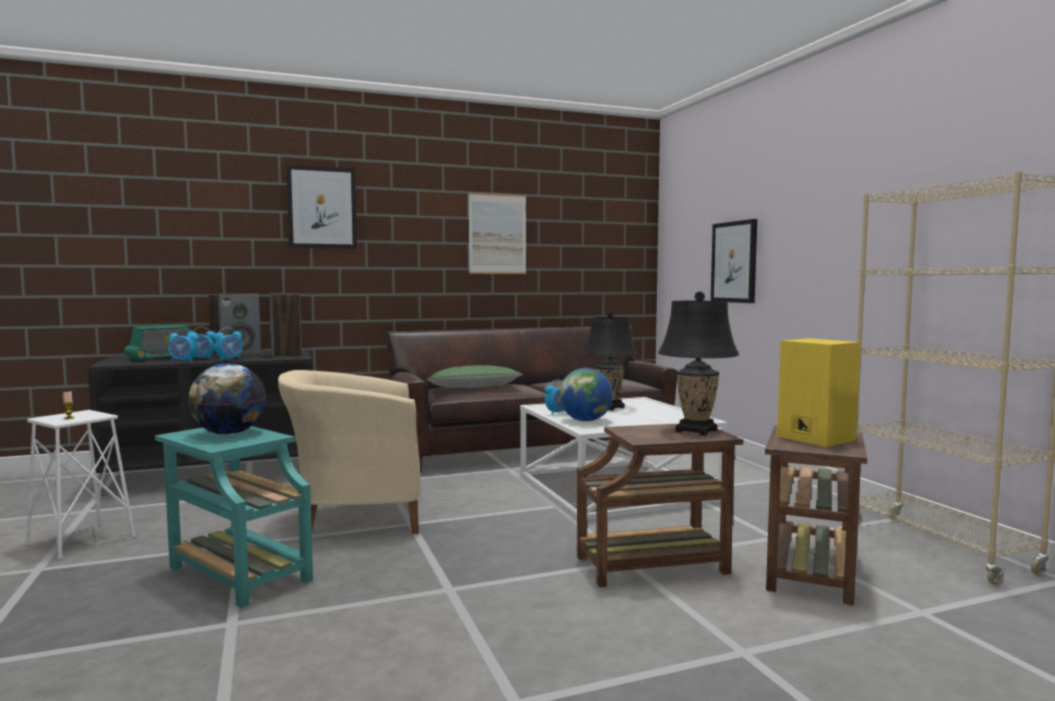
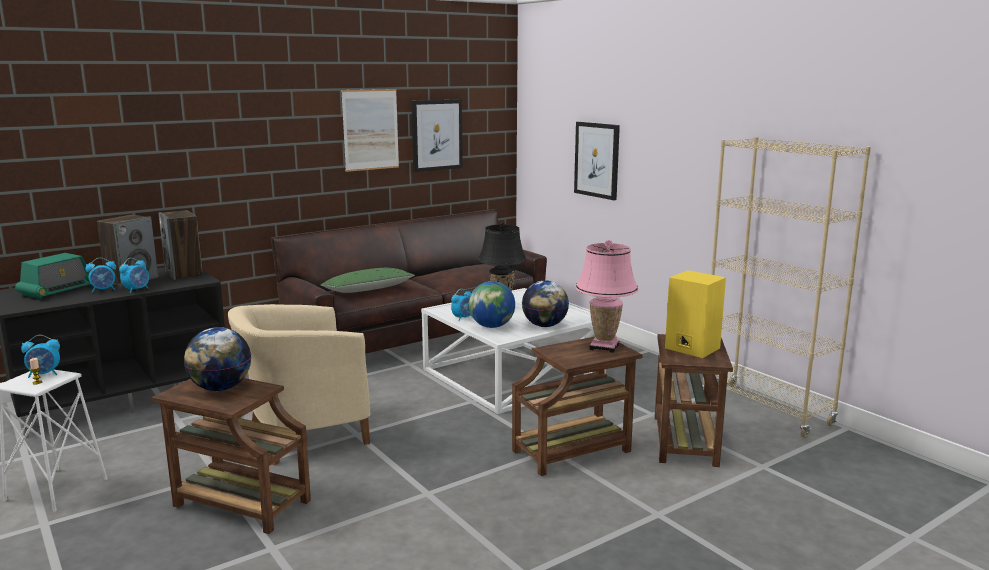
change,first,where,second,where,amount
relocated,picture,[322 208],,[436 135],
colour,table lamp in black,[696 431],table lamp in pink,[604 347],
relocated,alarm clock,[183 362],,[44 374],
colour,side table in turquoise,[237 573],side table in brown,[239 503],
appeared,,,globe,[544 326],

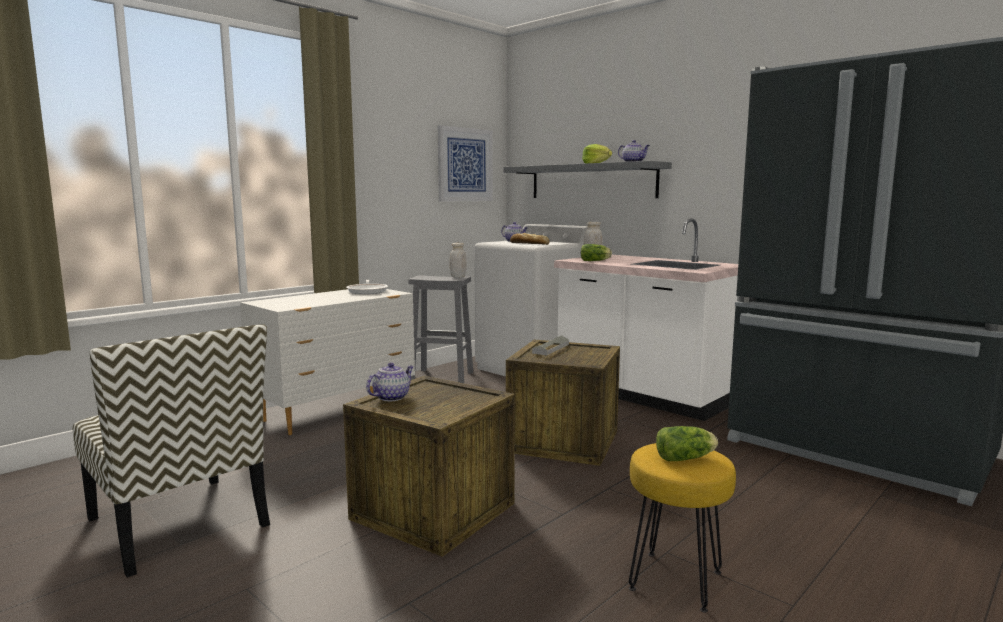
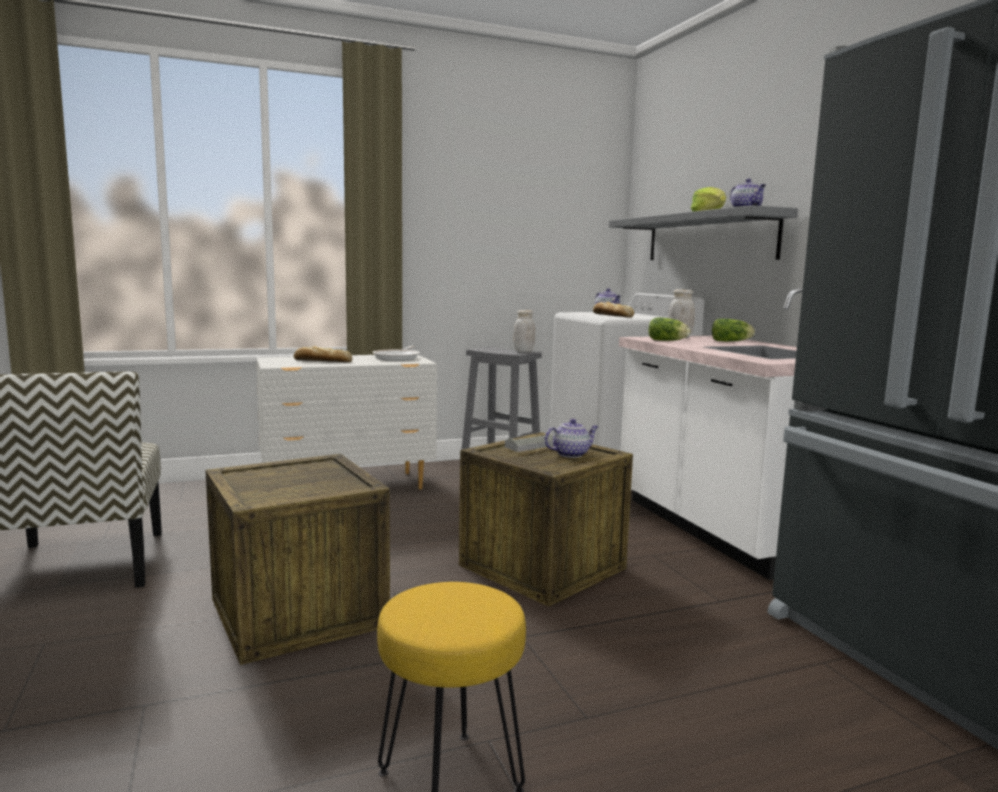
change,first,where,second,where,amount
missing,picture,[465 165],,,
relocated,teapot,[391 397],,[571 454],
relocated,lettuce,[687 458],,[732 341],
appeared,,,bread,[321 361],

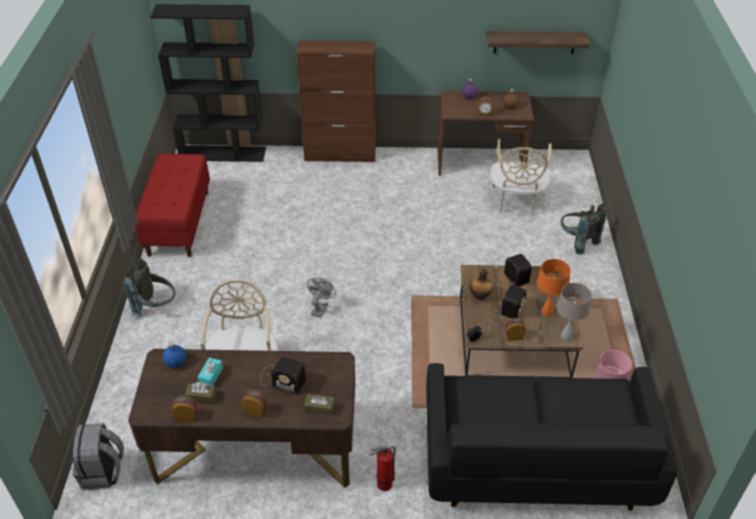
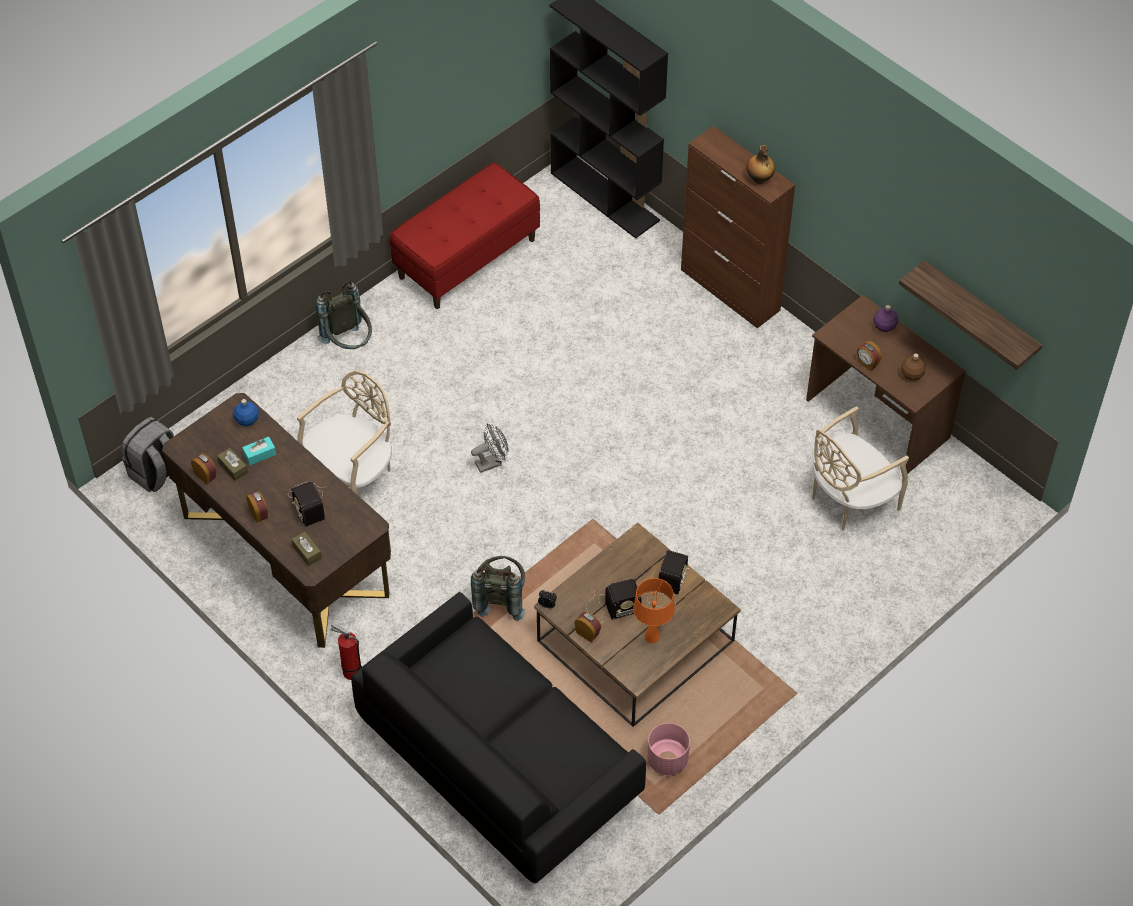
change,first,where,second,where,amount
relocated,backpack in grey,[576 241],,[500 598],
relocated,bottle,[480 296],,[759 179],
missing,table lamp in beige,[566 336],,,

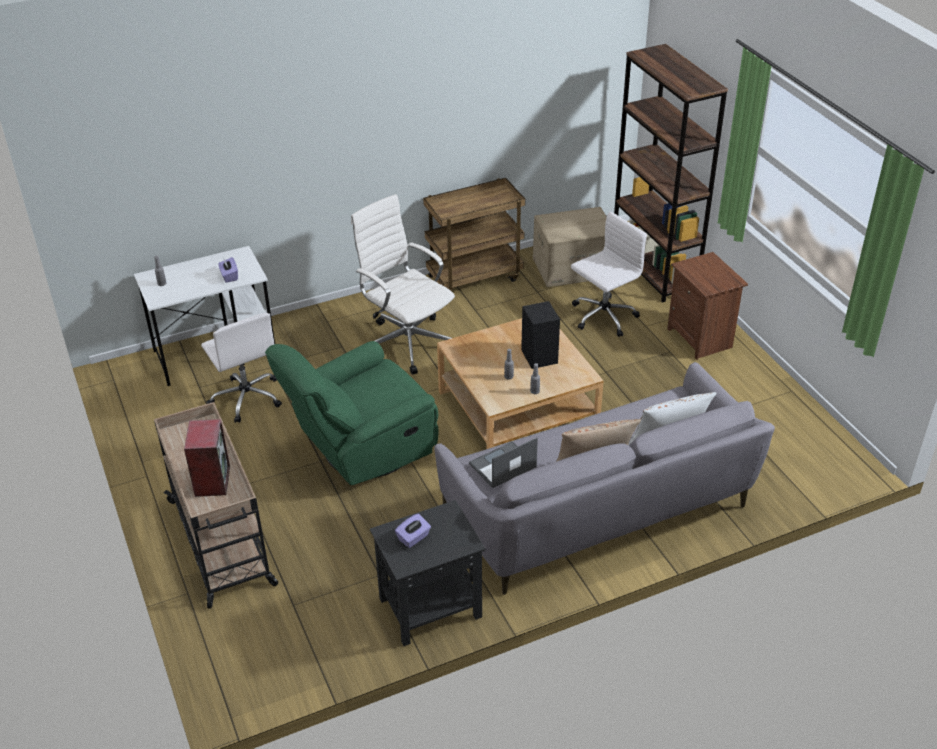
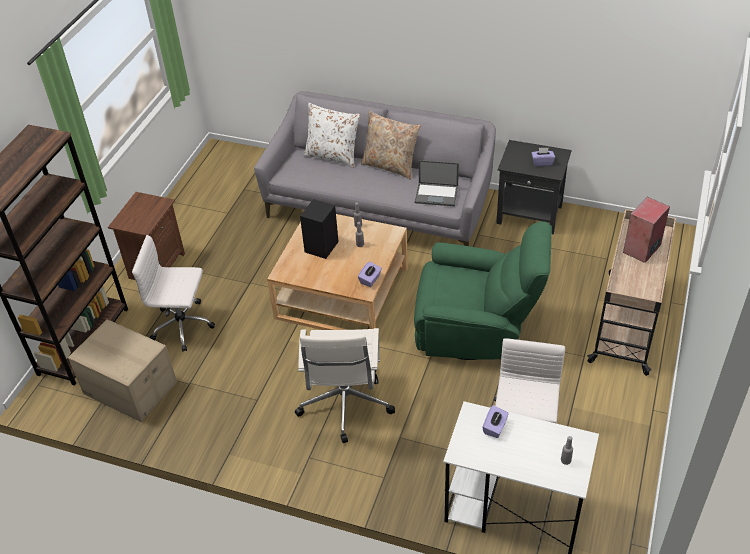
change,first,where,second,where,amount
missing,cart in brown,[475 277],,,
appeared,,,tissue box in purple,[370 279],

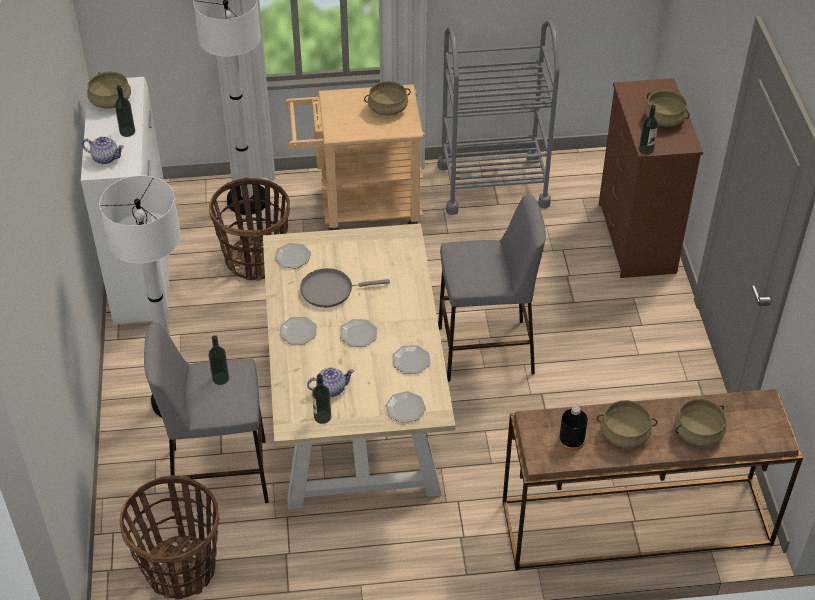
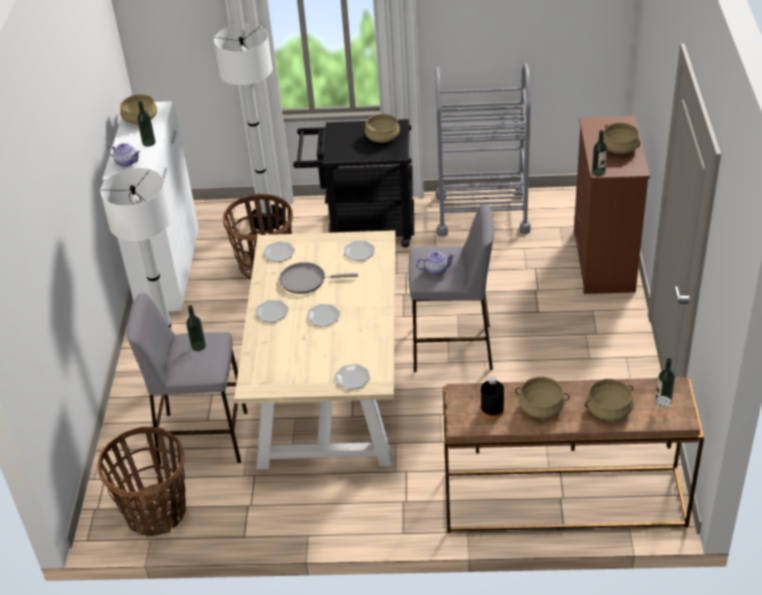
change,first,where,second,where,amount
colour,cart in beige,[359 208],cart in black,[362 228],
relocated,plate,[411 360],,[359 251],
relocated,teapot,[331 388],,[436 270],
relocated,bottle,[322 417],,[663 401],

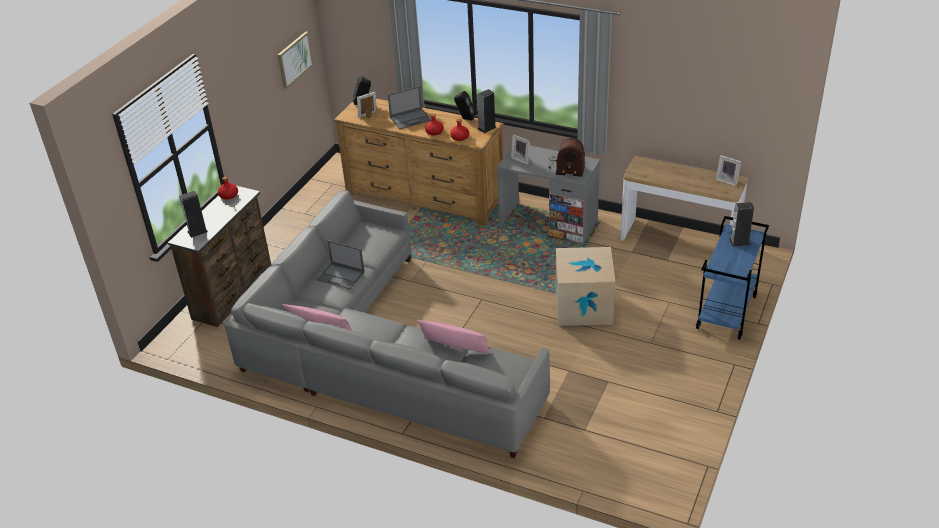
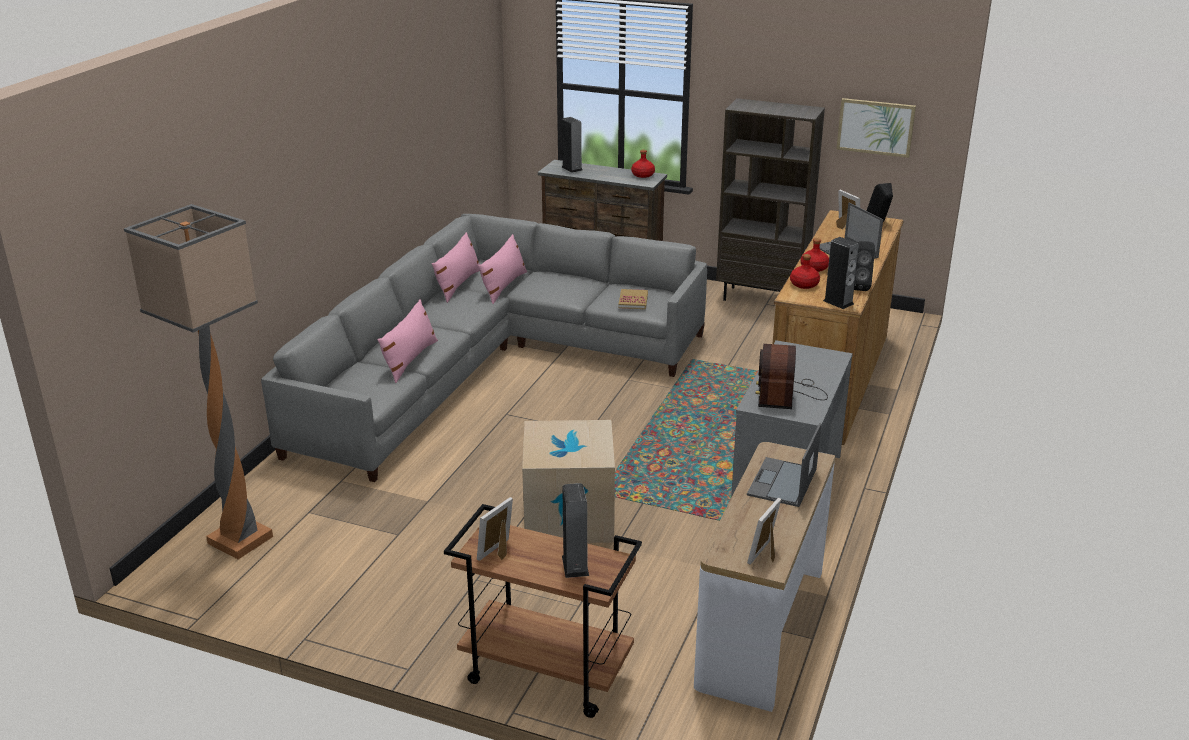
change,first,where,second,where,amount
relocated,picture frame,[521 159],,[499 552],
colour,cart in blue,[727 313],cart in brown,[544 673],
relocated,laptop,[341 276],,[782 483],
appeared,,,bookcase in brown,[761 298],
appeared,,,floor lamp,[238 540],
appeared,,,pillow in pink,[503 286],
appeared,,,book,[633 301],

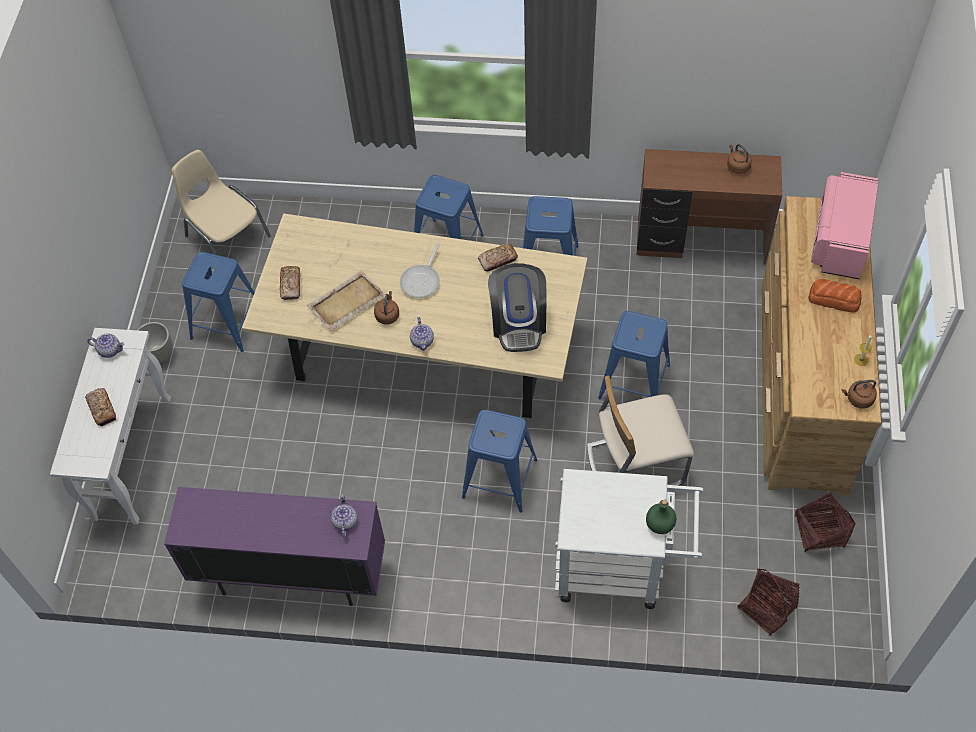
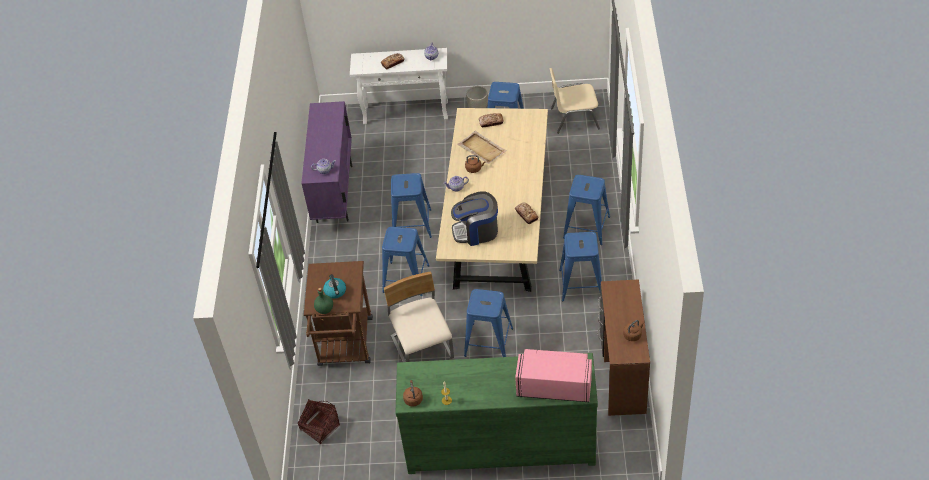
change,first,where,second,where,amount
spun,chair in beige,[226 235],,[573 118],135 degrees counterclockwise
colour,dresser in brown,[802 384],dresser in green,[500 443],
missing,frying pan,[422 280],,,
missing,bread,[834 299],,,
colour,cart in white,[620 568],cart in brown,[345 347],
missing,basket,[819 531],,,
appeared,,,stool in blue,[412 224],
appeared,,,kettle,[335 292],

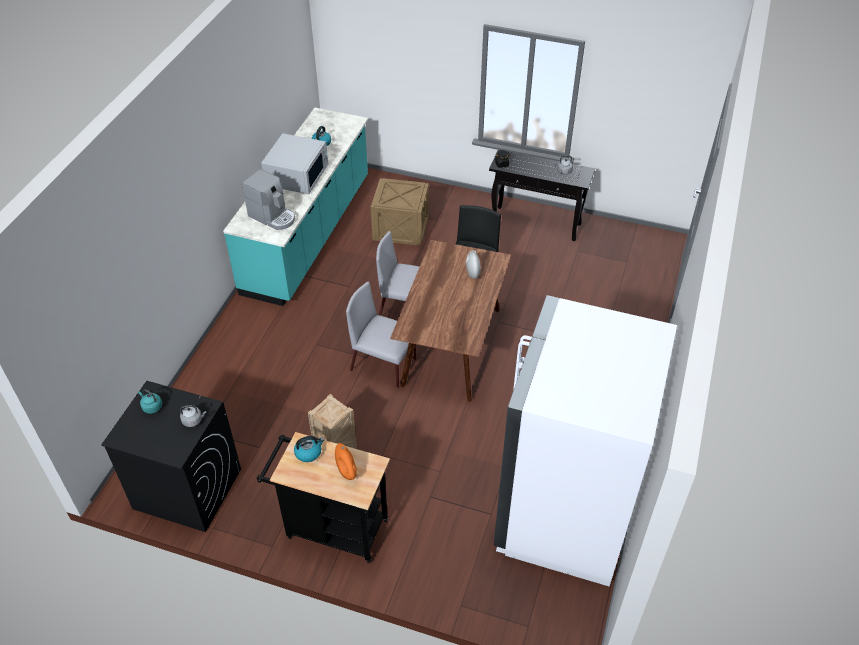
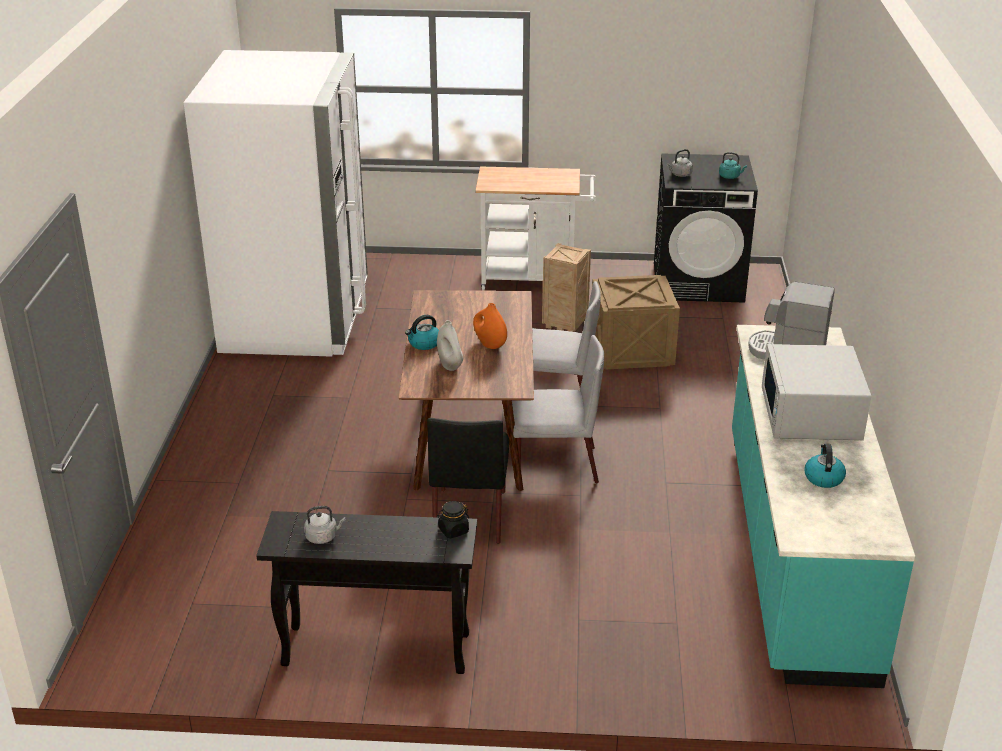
change,first,where,second,where,amount
relocated,crate,[401 229],,[630 351],
colour,cart in black,[331 527],cart in white,[534 280],
relocated,kettle,[308 452],,[424 343],
relocated,vase in orange,[346 471],,[490 344],

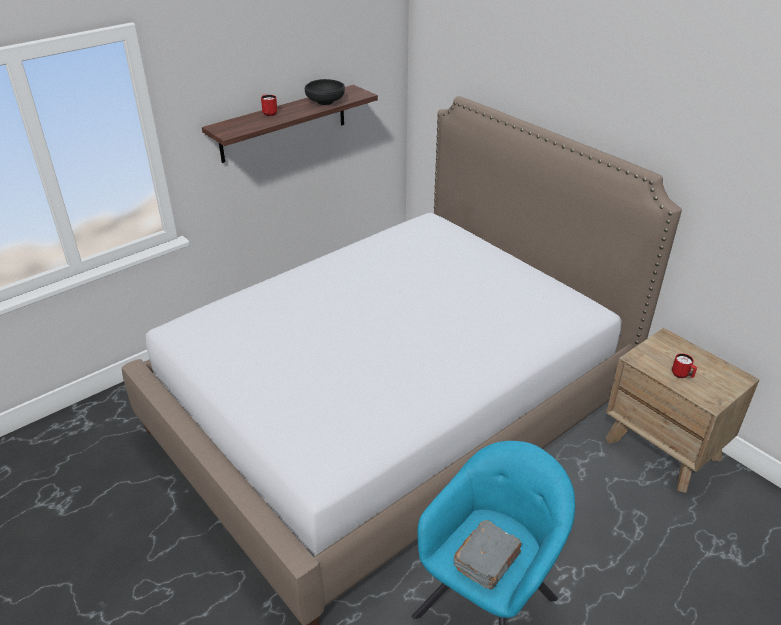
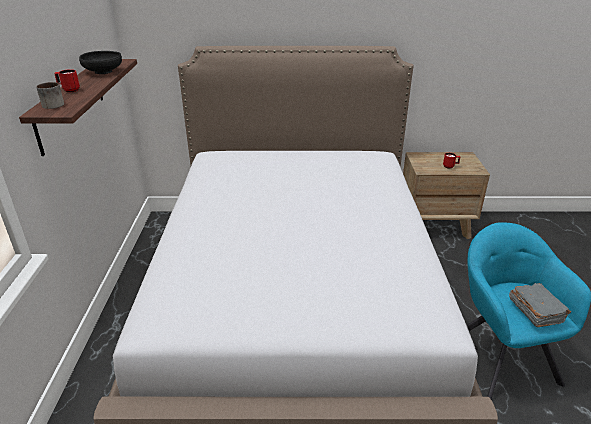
change,first,where,second,where,amount
appeared,,,mug,[53 104],

